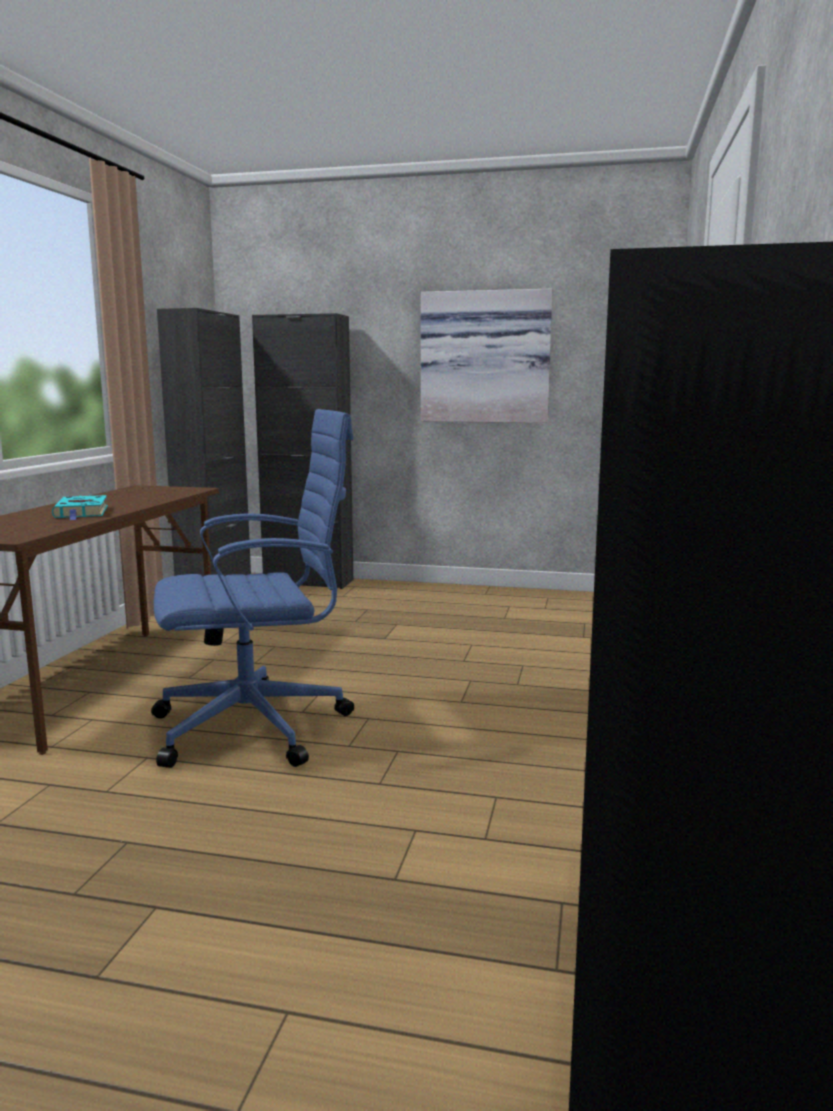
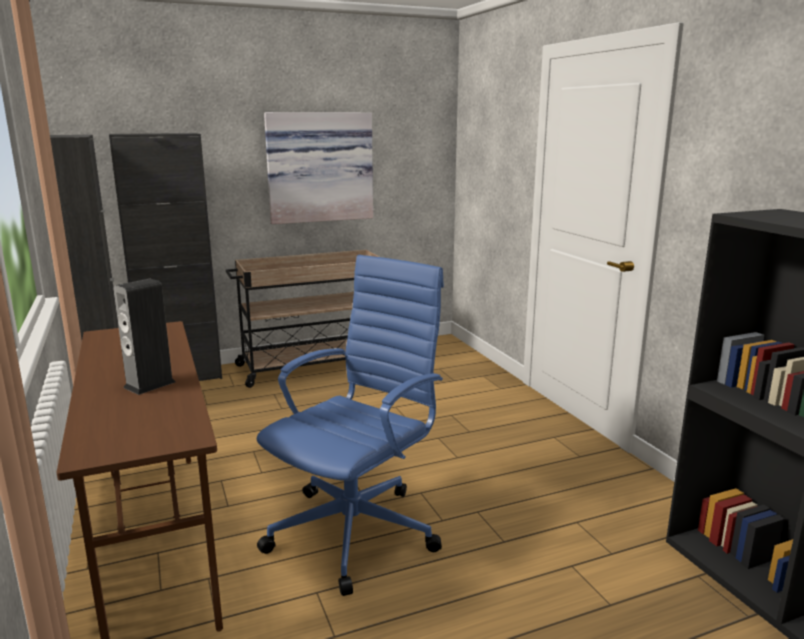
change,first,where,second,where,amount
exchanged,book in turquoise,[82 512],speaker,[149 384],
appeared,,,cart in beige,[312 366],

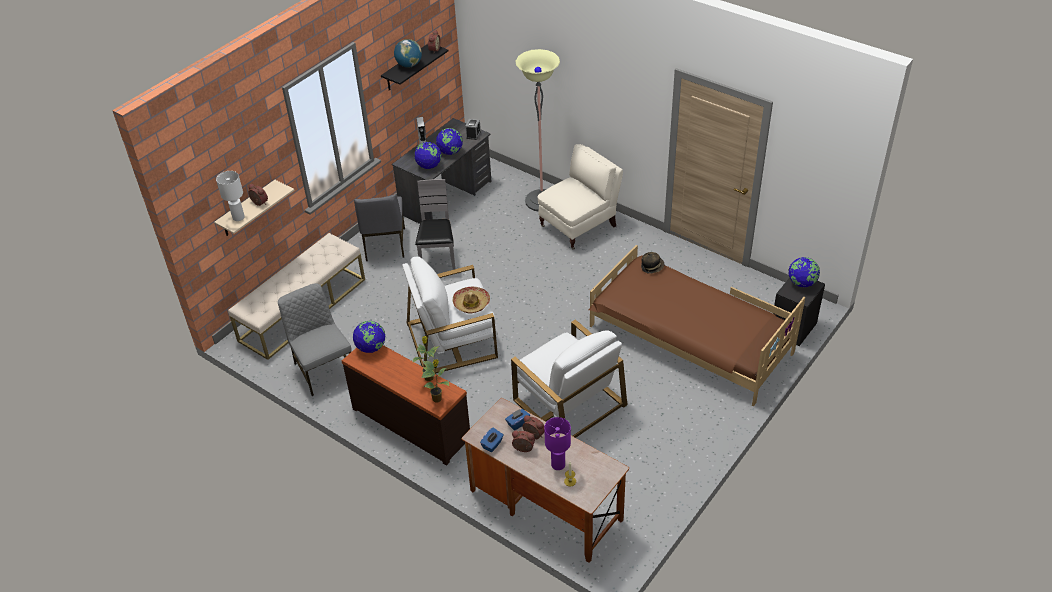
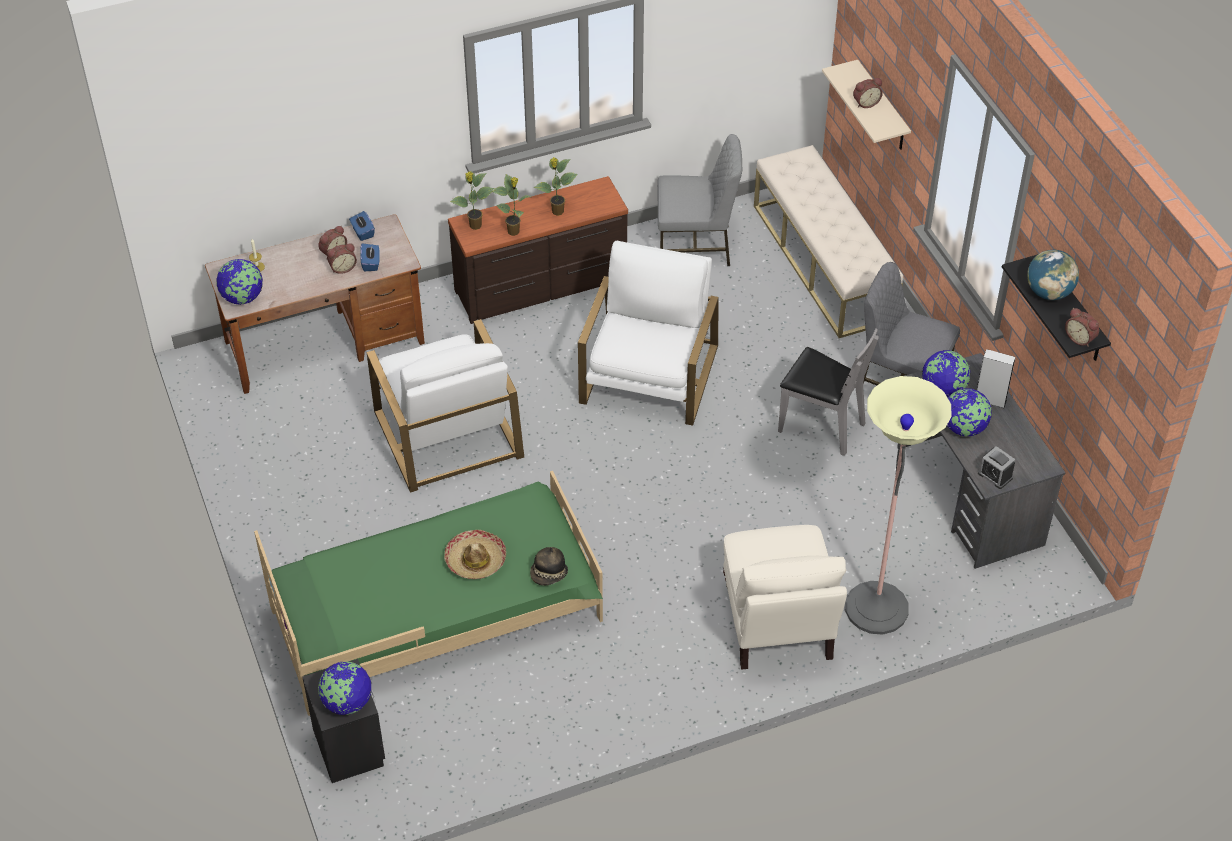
change,first,where,second,where,amount
missing,table lamp in white,[238 217],,,
colour,bed in brown,[689 339],bed in green,[437 612],
relocated,hat,[471 303],,[475 560],
spun,armchair in white,[568 402],,[446 433],105 degrees counterclockwise
relocated,globe,[371 347],,[242 298],
missing,table lamp in purple,[558 464],,,
appeared,,,potted plant,[557 212],

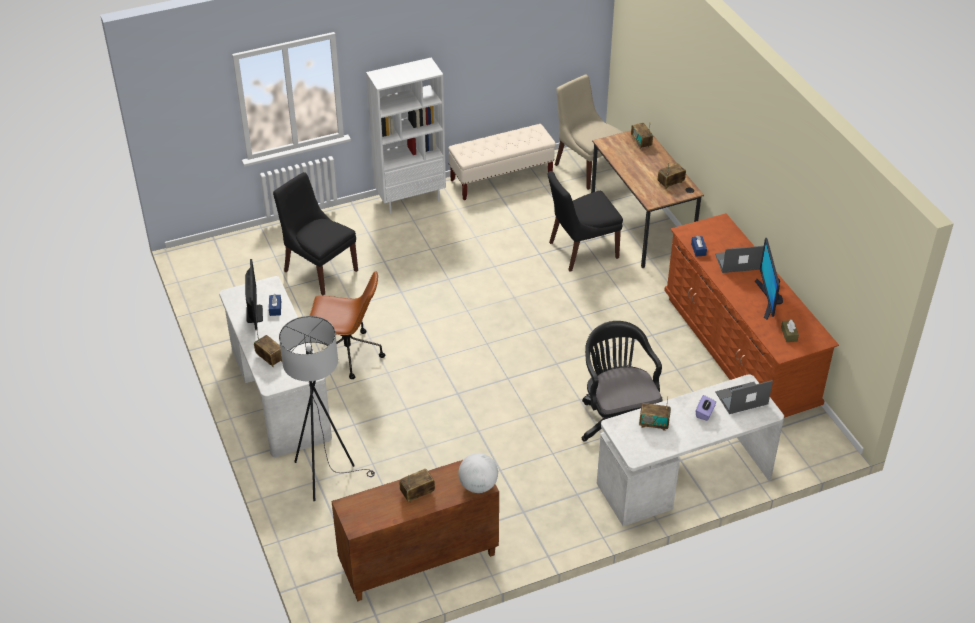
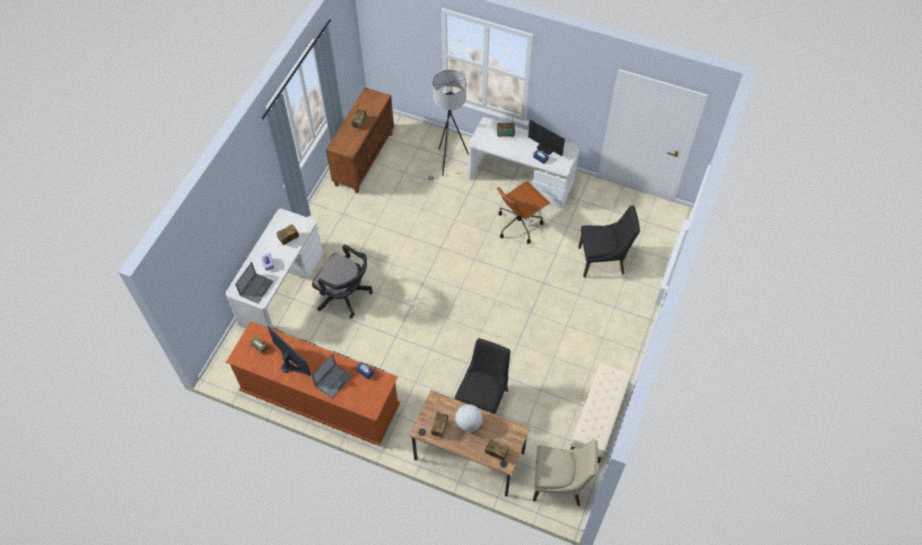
change,first,where,second,where,amount
missing,bookcase in white,[410 199],,,
relocated,globe,[478 486],,[468 423],

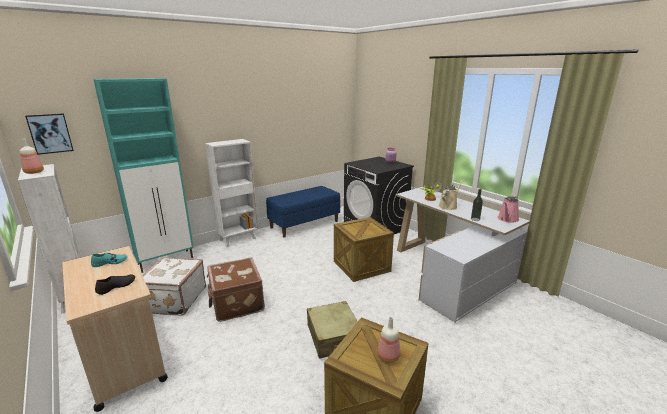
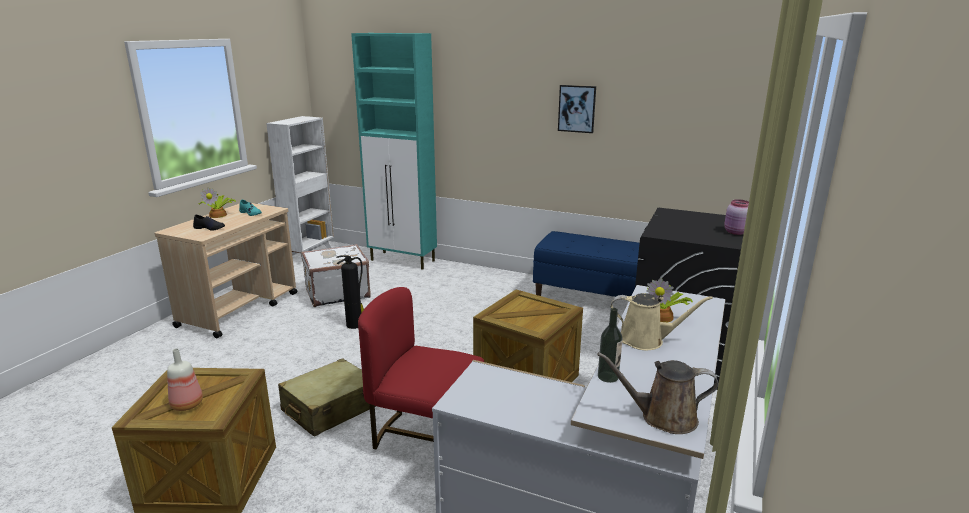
change,first,where,second,where,amount
relocated,picture,[50 133],,[577 108],
missing,bottle,[33 172],,,
missing,bookcase in white,[238 239],,,
colour,watering can in pink,[507 219],watering can in brown,[663 417],
exchanged,suitcase in brown,[236 303],fire extinguisher,[355 325],
appeared,,,potted plant,[219 215],
appeared,,,chair in red,[425 438],

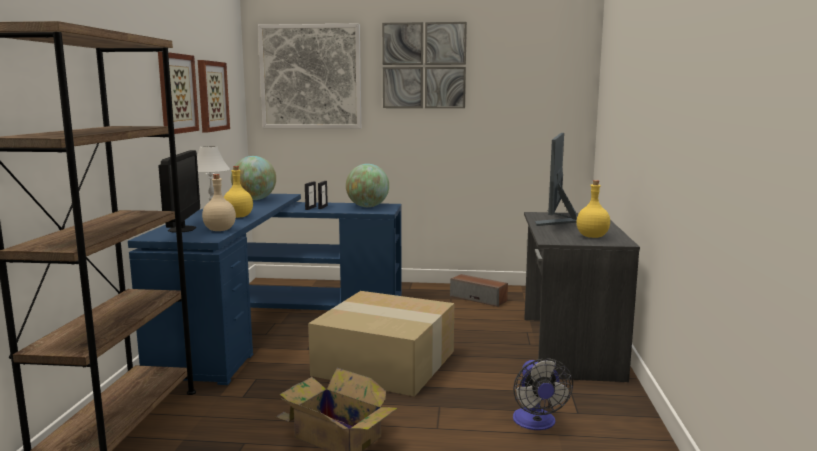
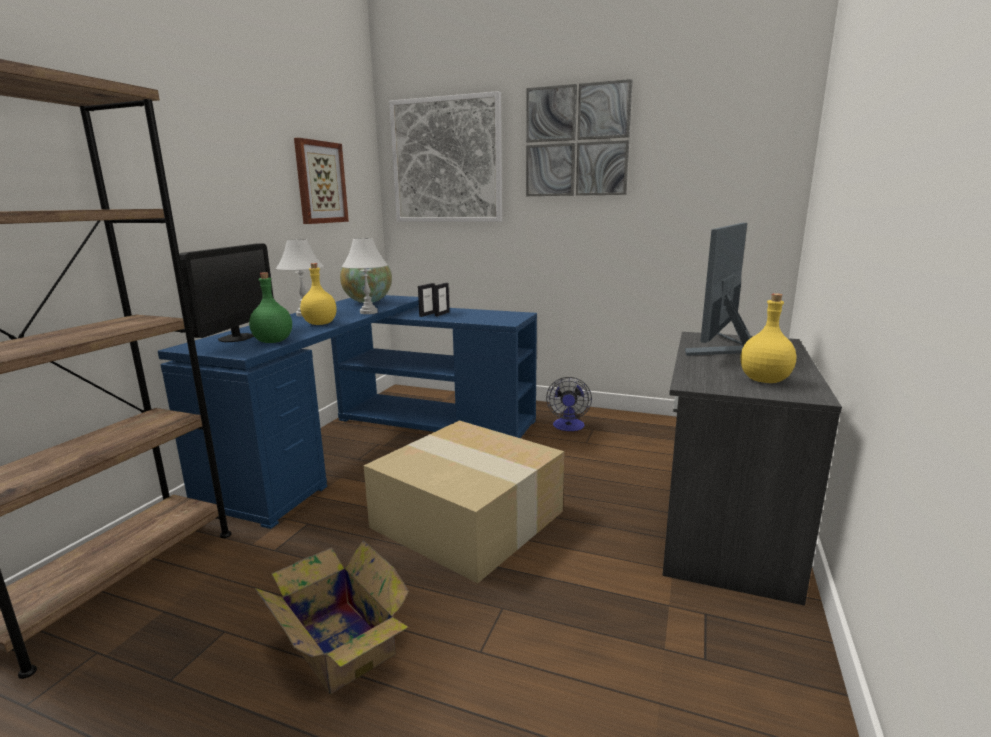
change,first,where,second,where,amount
missing,picture,[176 93],,,
missing,globe,[367 207],,,
colour,bottle in beige,[219 230],bottle in green,[272 341],
missing,speaker,[478 298],,,
relocated,fan,[536 423],,[568 427],
appeared,,,table lamp in white,[368 312],

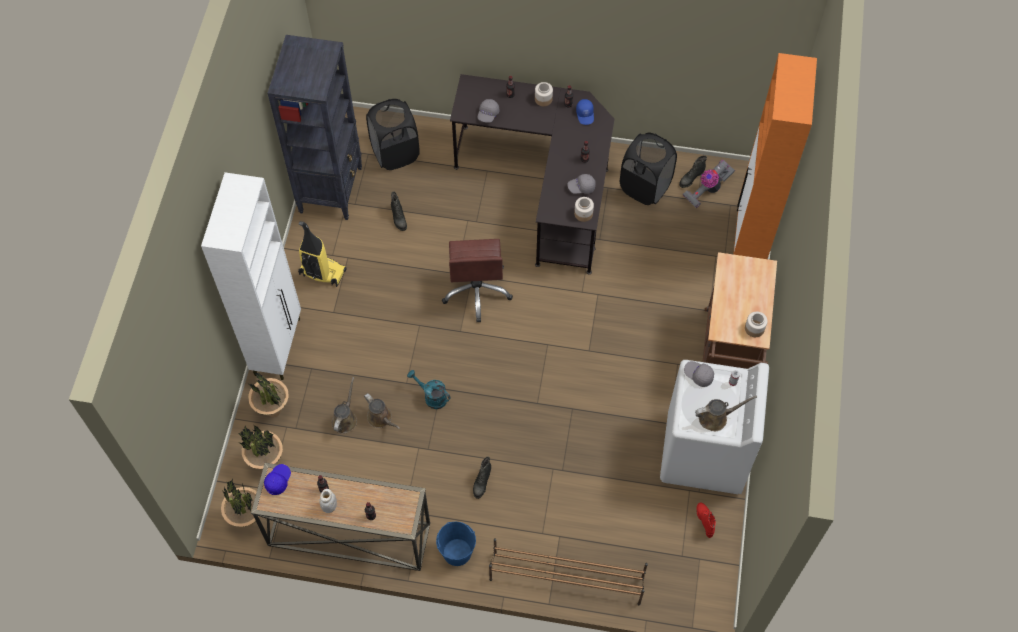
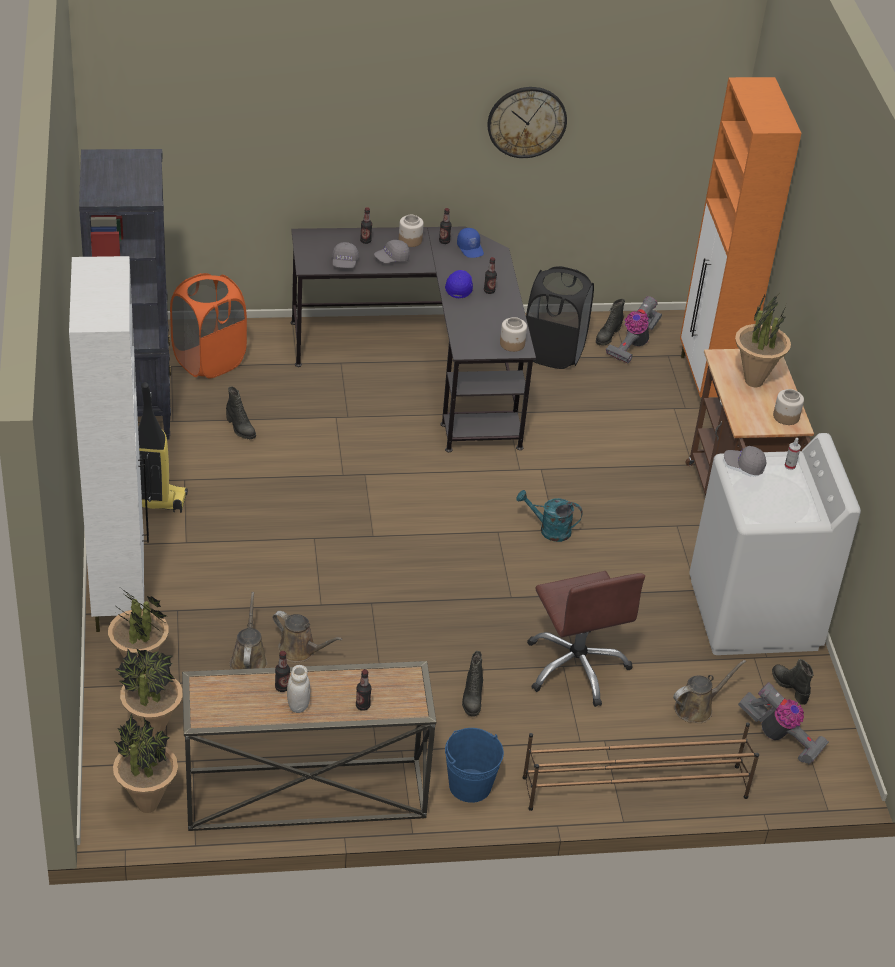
change,first,where,second,where,amount
colour,laundry basket in black,[395 153],laundry basket in orange,[209 360],
relocated,cap in grey,[581 187],,[392 258],
relocated,office chair in brown,[477 291],,[576 667],
relocated,watering can in turquoise,[431 397],,[549 530],
relocated,watering can in brown,[716 417],,[697 708],
relocated,cap in blue,[278 481],,[459 287],
colour,boot in red,[705 521],boot in black,[790 687],
appeared,,,wall clock,[527 121],
appeared,,,potted plant,[753 381],
appeared,,,vacuum cleaner,[780 737],

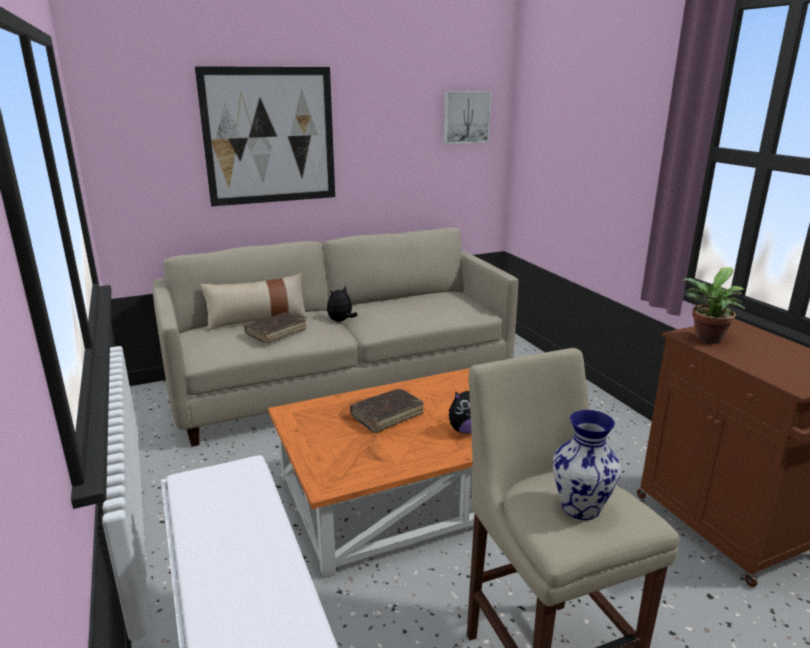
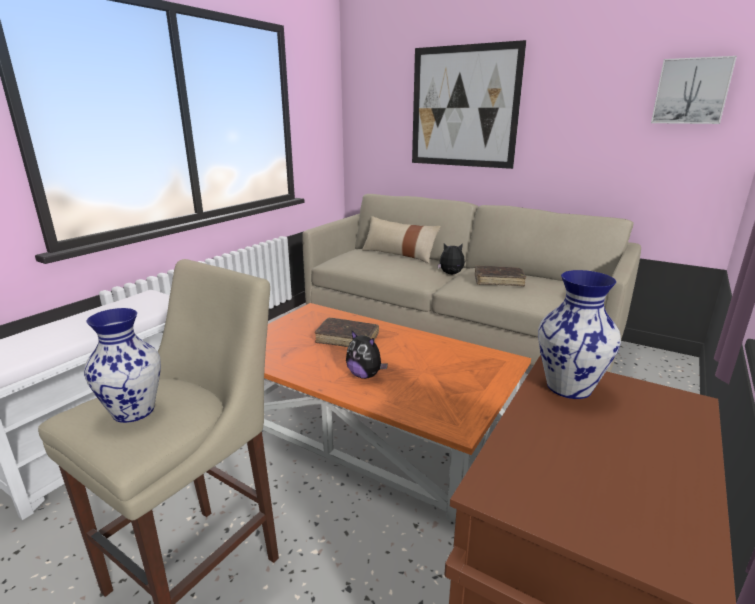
change,first,where,second,where,amount
exchanged,potted plant,[706 339],vase,[568 386],
relocated,book in brown,[276 332],,[498 281],

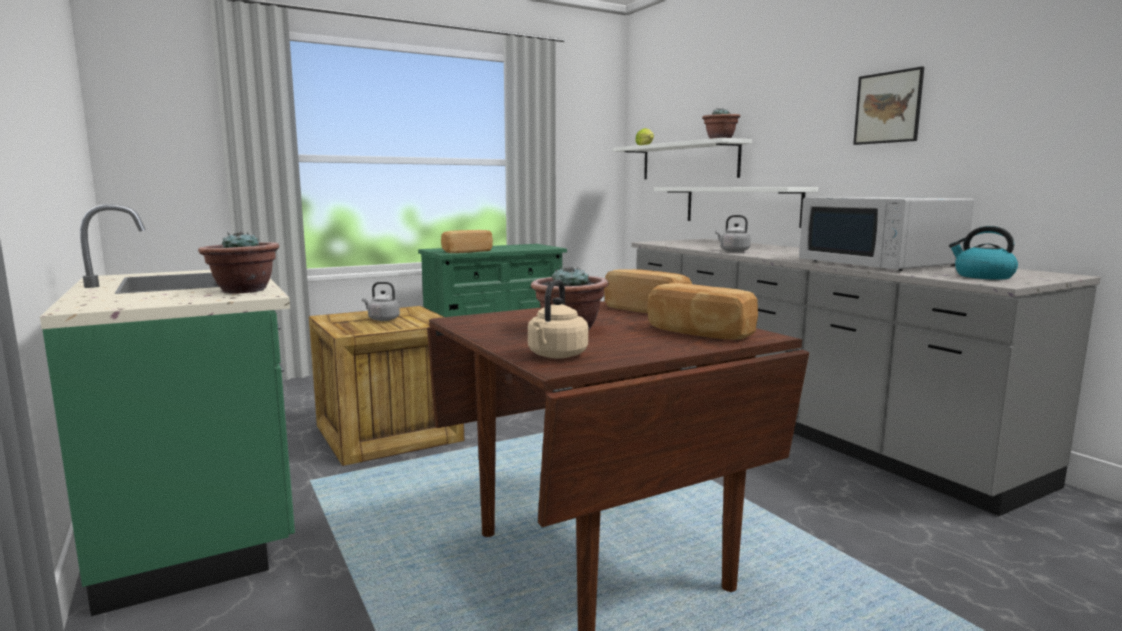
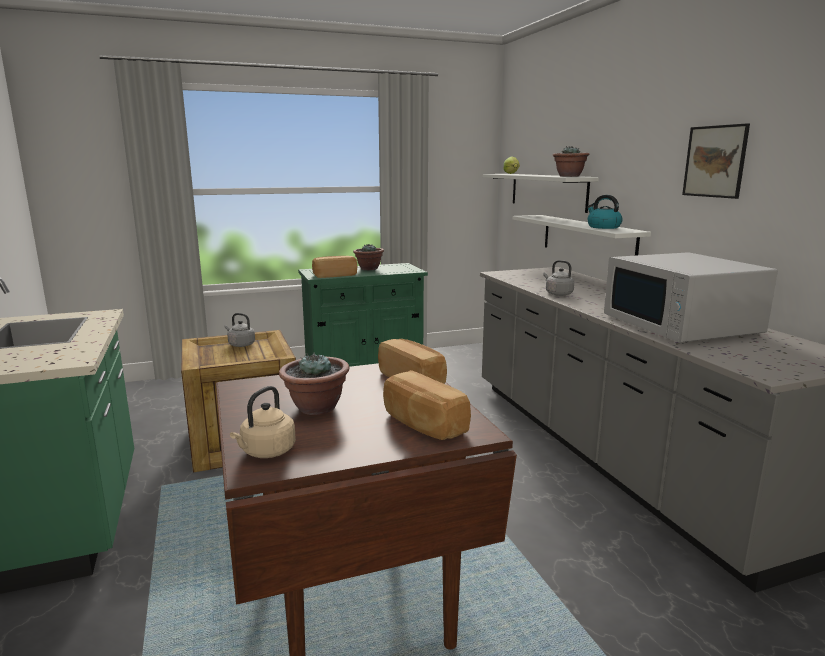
change,first,where,second,where,amount
relocated,kettle,[982 276],,[603 227],
relocated,potted plant,[243 290],,[368 269],

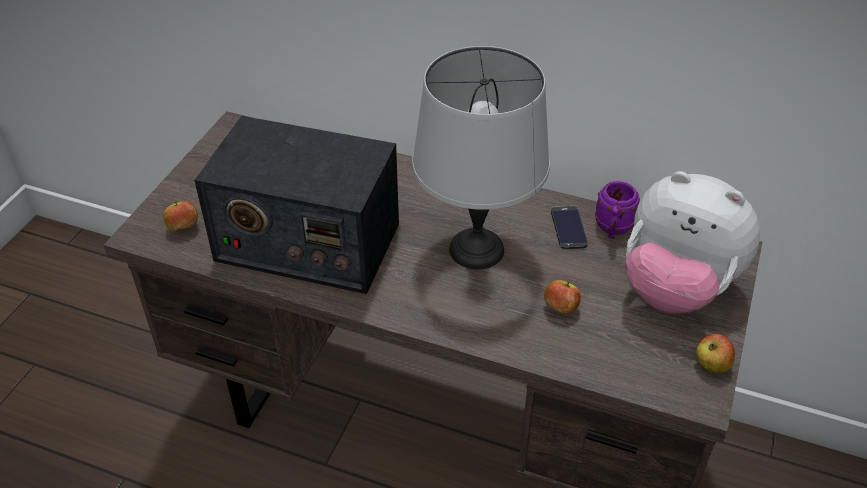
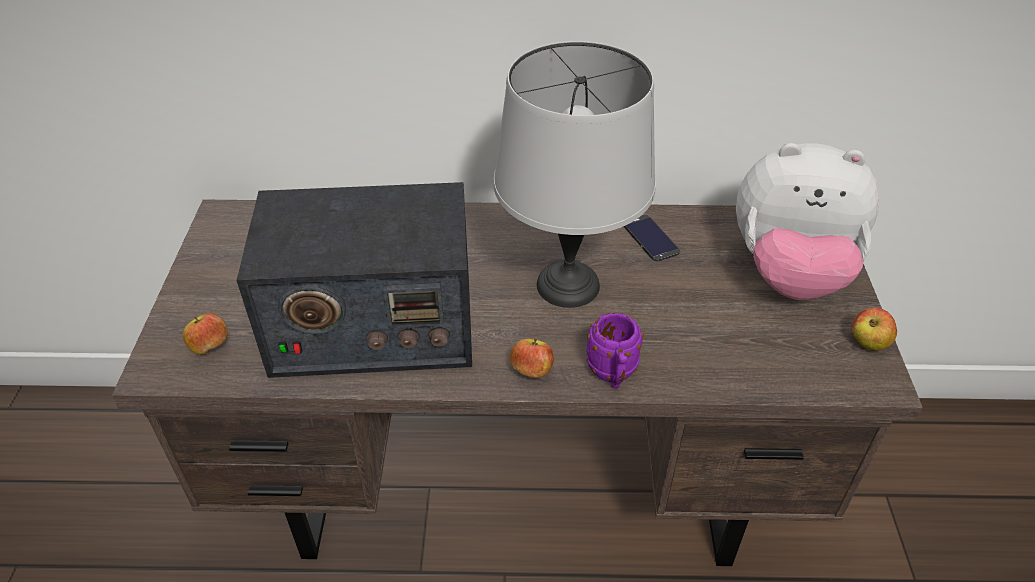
change,first,where,second,where,amount
relocated,mug in purple,[612 230],,[613 374],
relocated,apple,[560 308],,[531 371],

